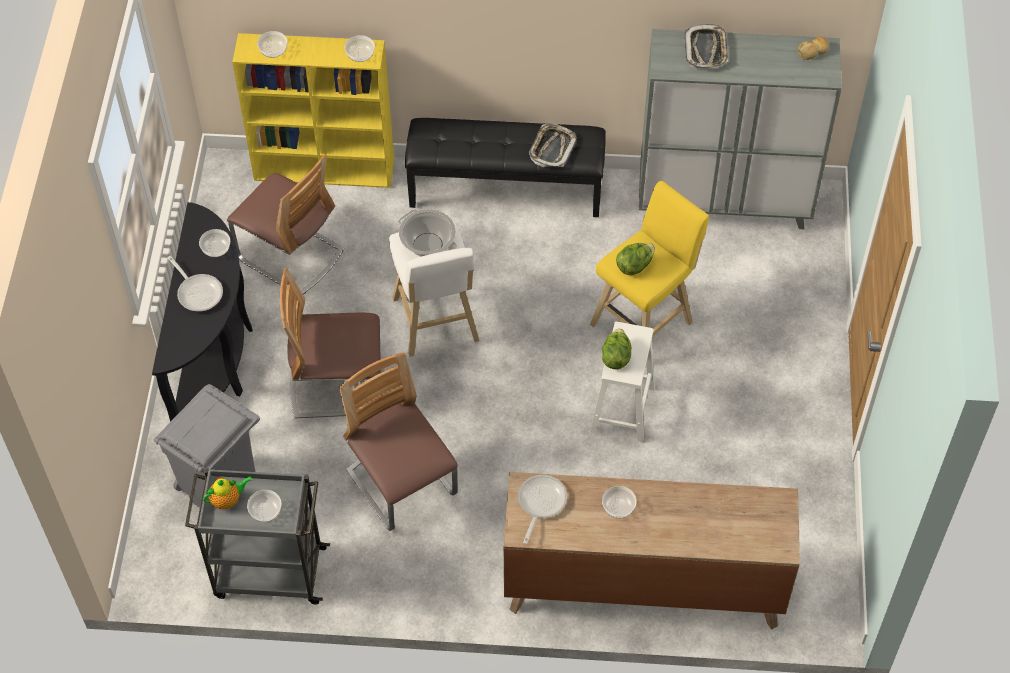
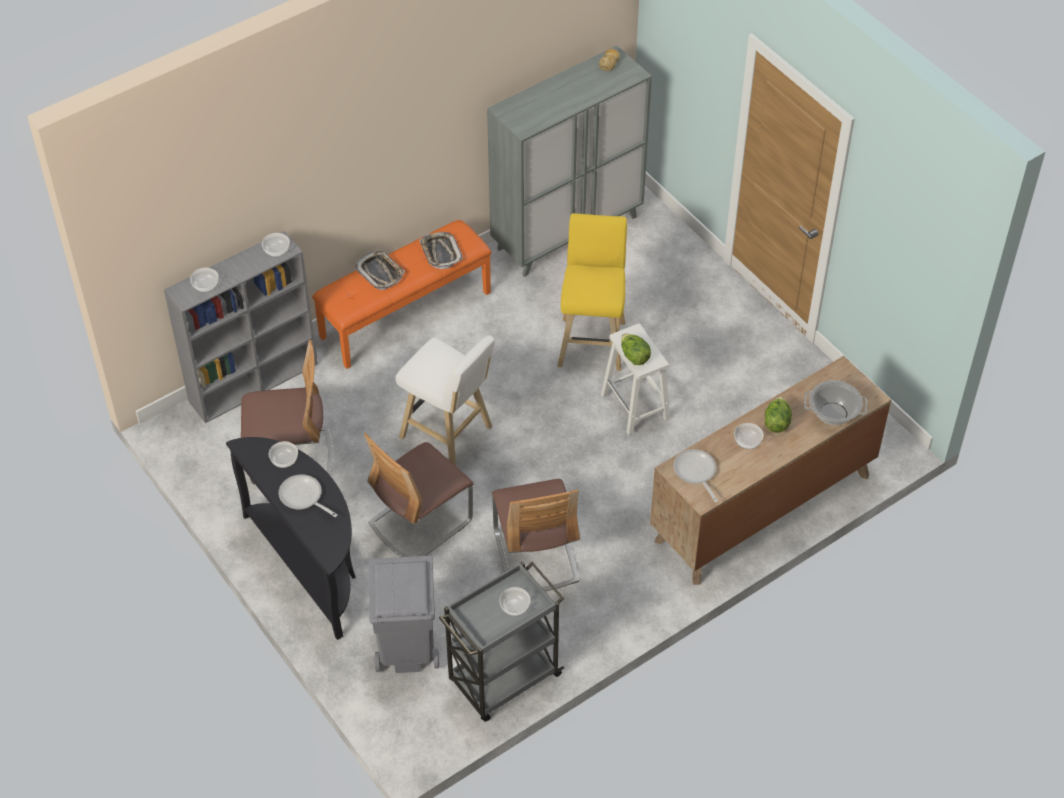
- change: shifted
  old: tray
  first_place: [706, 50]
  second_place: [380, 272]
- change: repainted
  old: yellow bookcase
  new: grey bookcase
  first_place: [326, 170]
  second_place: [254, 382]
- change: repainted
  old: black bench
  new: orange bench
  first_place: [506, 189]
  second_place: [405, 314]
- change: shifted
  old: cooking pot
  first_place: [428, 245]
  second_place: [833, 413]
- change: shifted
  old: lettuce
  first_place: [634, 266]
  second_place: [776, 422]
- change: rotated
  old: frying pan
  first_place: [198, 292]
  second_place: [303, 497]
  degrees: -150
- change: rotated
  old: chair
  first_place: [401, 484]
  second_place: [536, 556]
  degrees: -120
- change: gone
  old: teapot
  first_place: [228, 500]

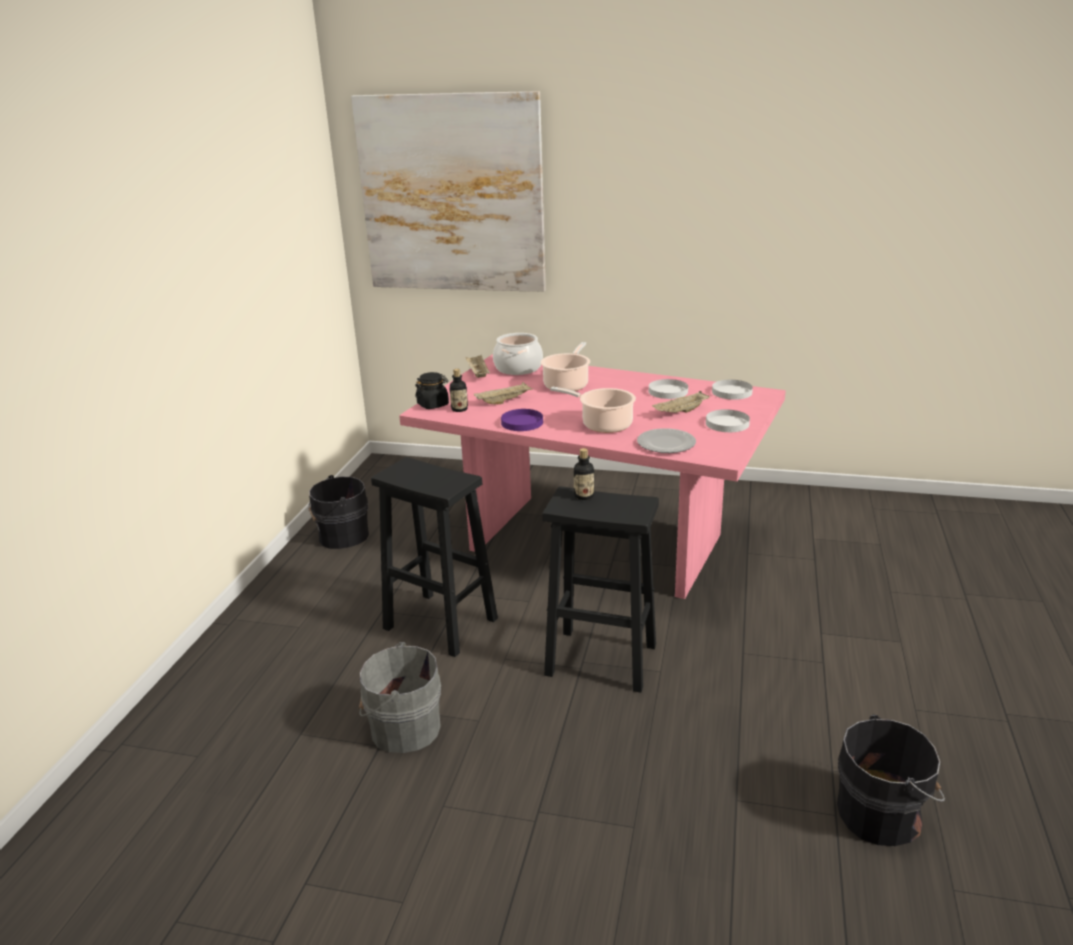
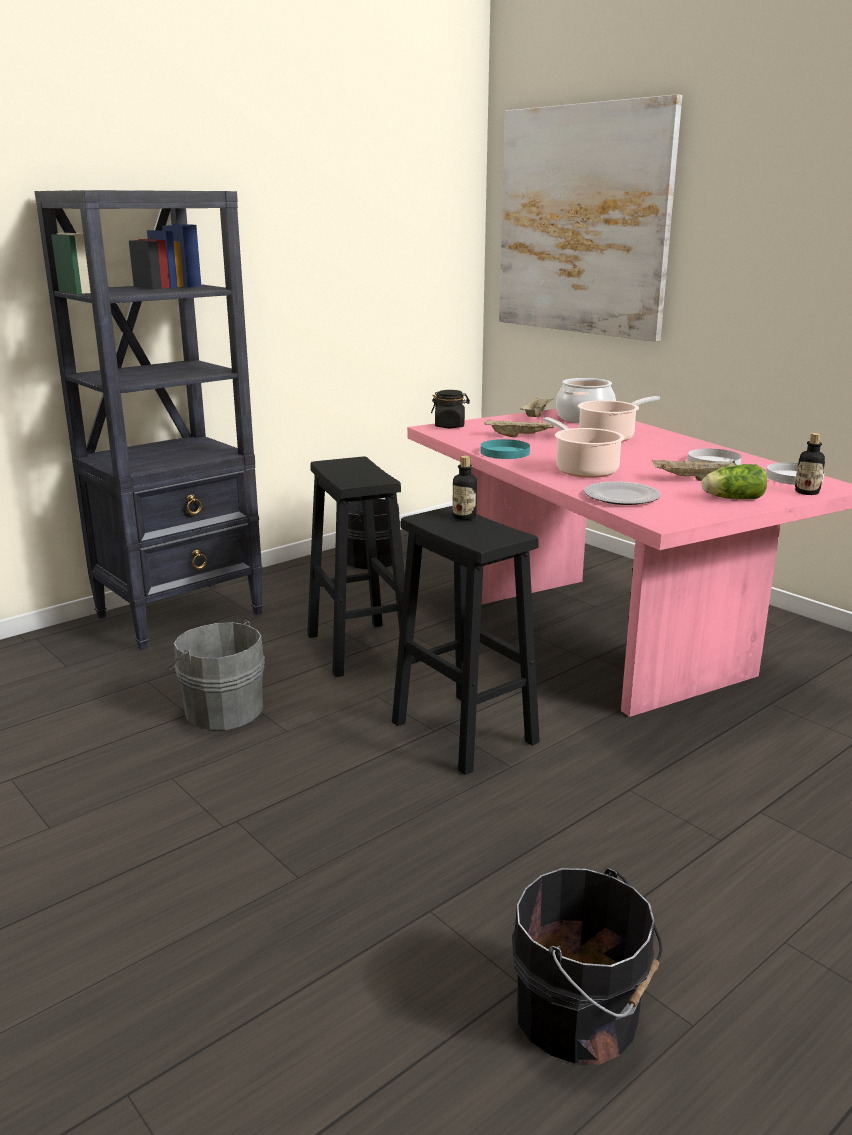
- change: shifted
  old: bottle
  first_place: [459, 409]
  second_place: [806, 492]
- change: repainted
  old: purple plate
  new: turquoise plate
  first_place: [522, 422]
  second_place: [505, 452]
- change: swapped
  old: white plate
  new: lettuce
  first_place: [727, 423]
  second_place: [731, 498]
- change: new
  new: black bookcase
  second_place: [181, 614]

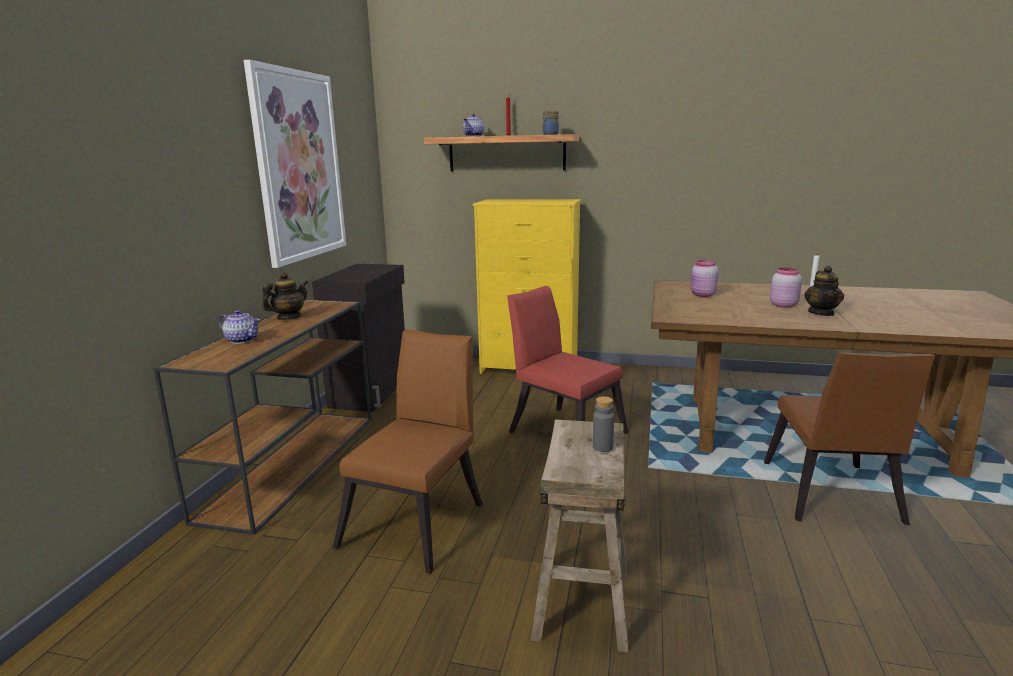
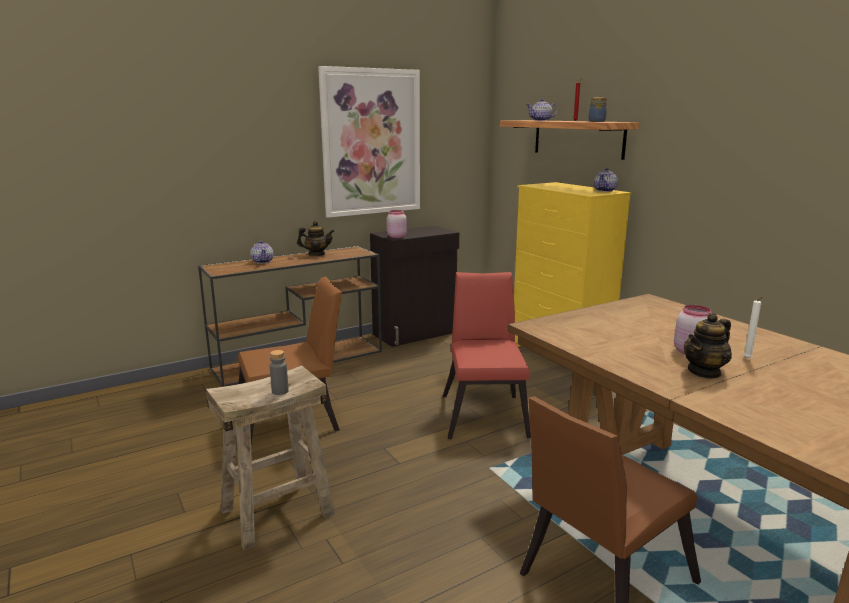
- change: shifted
  old: pink jar
  first_place: [702, 295]
  second_place: [396, 237]
- change: new
  new: teapot
  second_place: [605, 190]

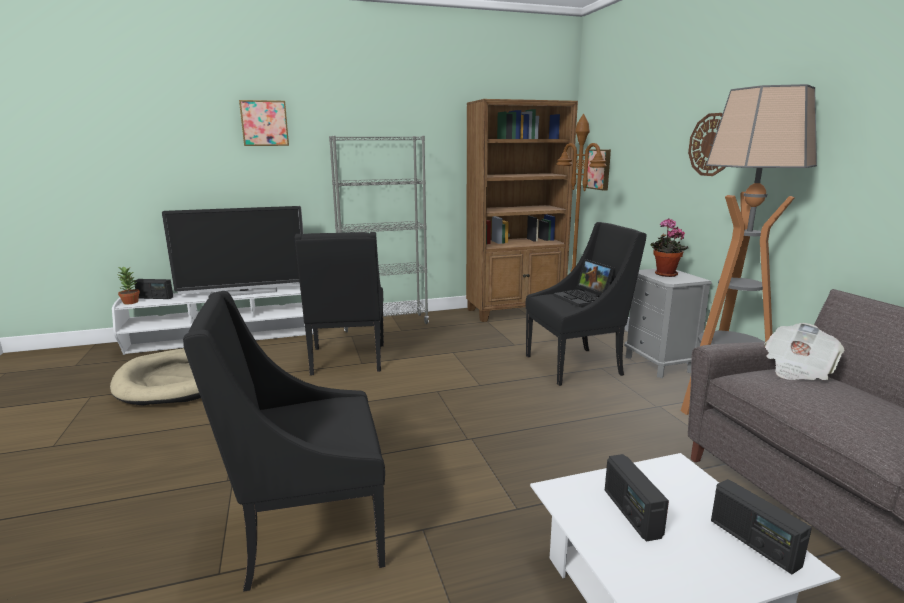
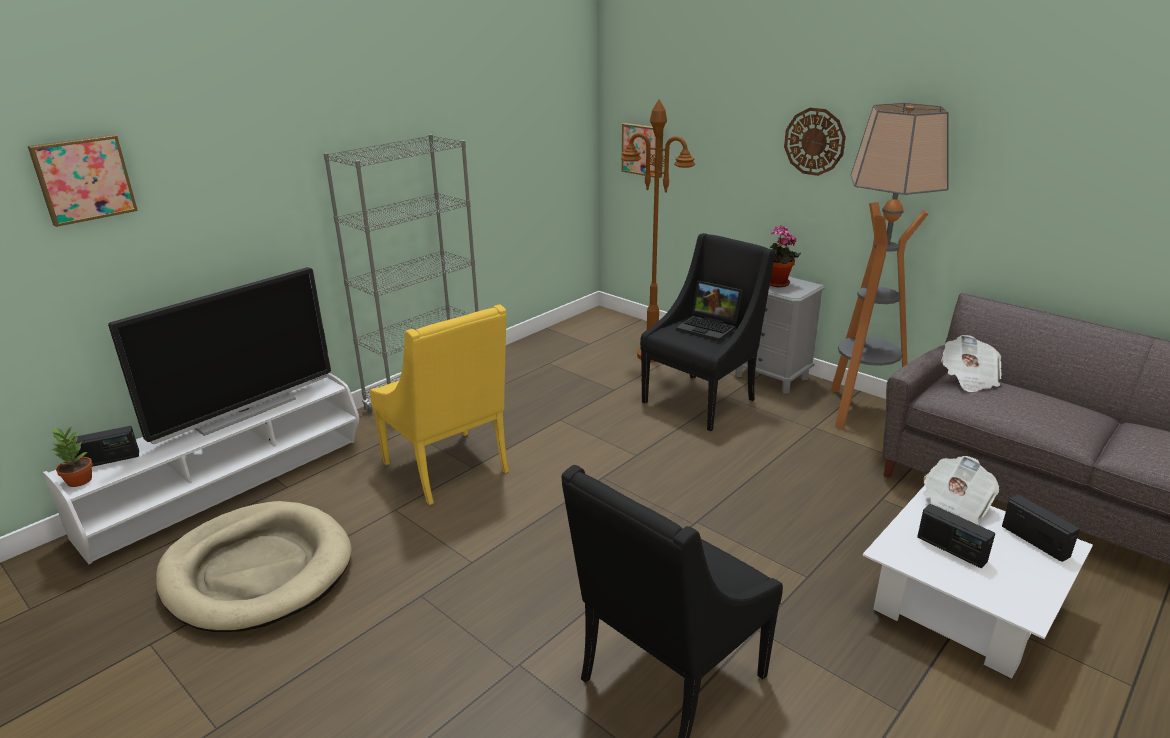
- change: gone
  old: brown bookcase
  first_place: [515, 311]
- change: shifted
  old: picture
  first_place: [264, 123]
  second_place: [83, 179]
- change: repainted
  old: black armchair
  new: yellow armchair
  first_place: [347, 360]
  second_place: [449, 469]
- change: rotated
  old: radio
  first_place: [753, 543]
  second_place: [1035, 541]
  degrees: -150
- change: new
  new: newspaper
  second_place: [953, 506]

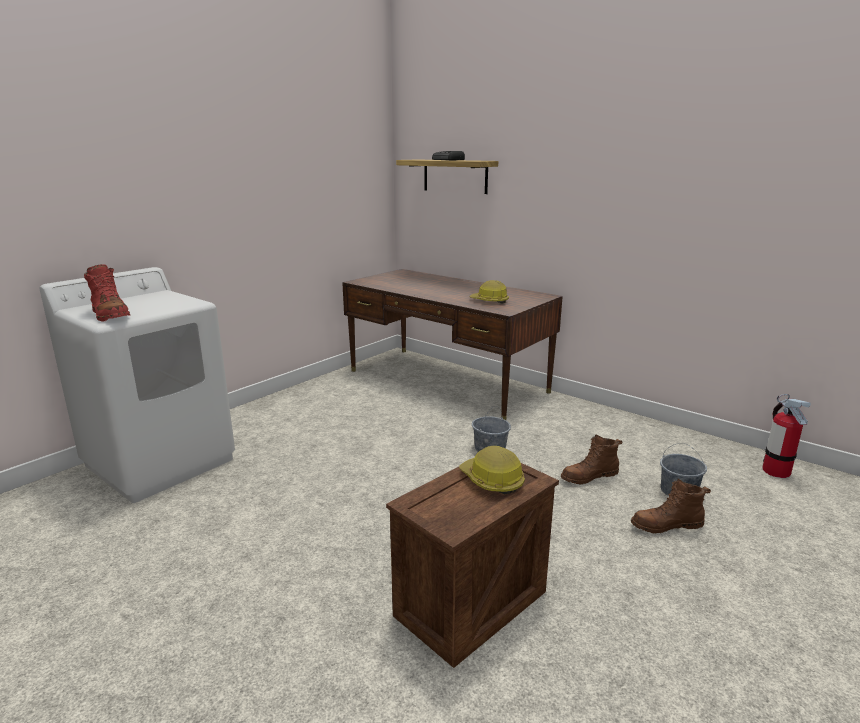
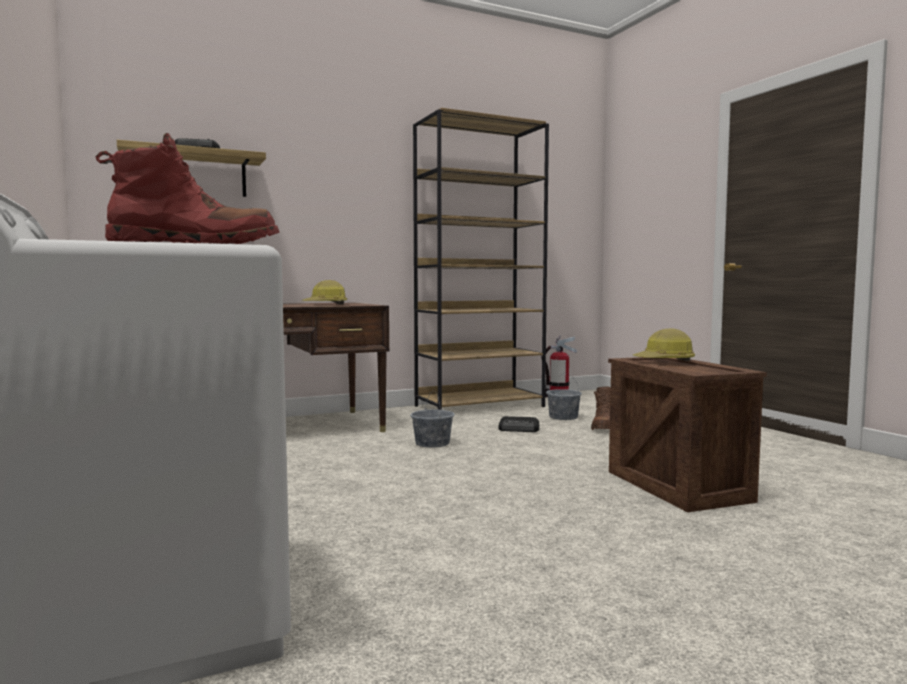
- change: swapped
  old: brown boot
  new: radio
  first_place: [589, 476]
  second_place: [519, 429]
- change: new
  new: brown bookcase
  second_place: [480, 406]

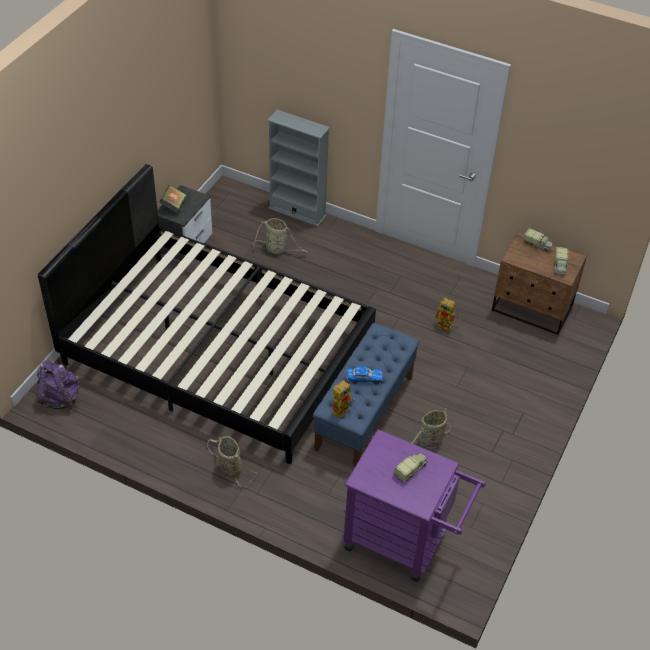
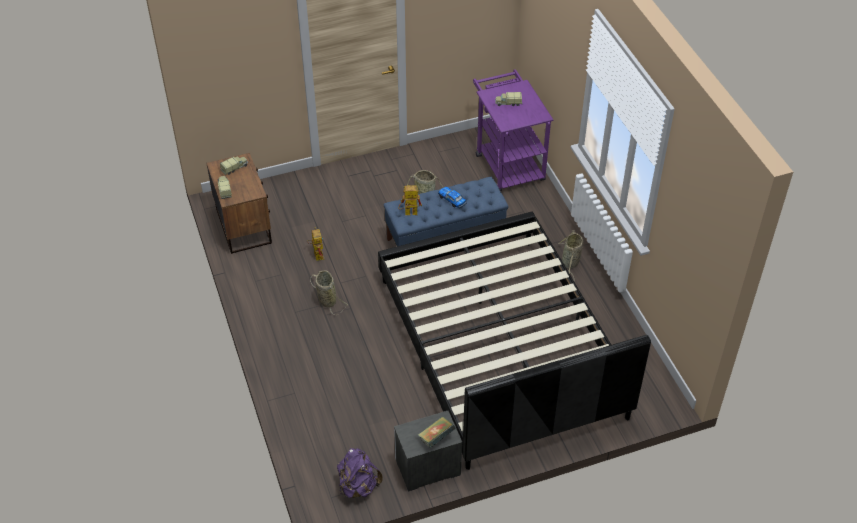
- change: gone
  old: grey bookcase
  first_place: [297, 212]
- change: shifted
  old: basket
  first_place: [277, 249]
  second_place: [326, 299]
- change: shifted
  old: purple backpack
  first_place: [60, 398]
  second_place: [358, 486]
- change: shifted
  old: toy robot
  first_place: [342, 408]
  second_place: [408, 213]

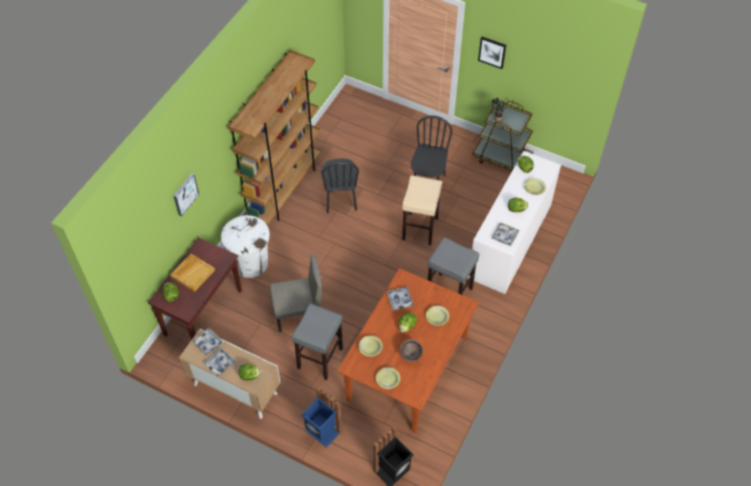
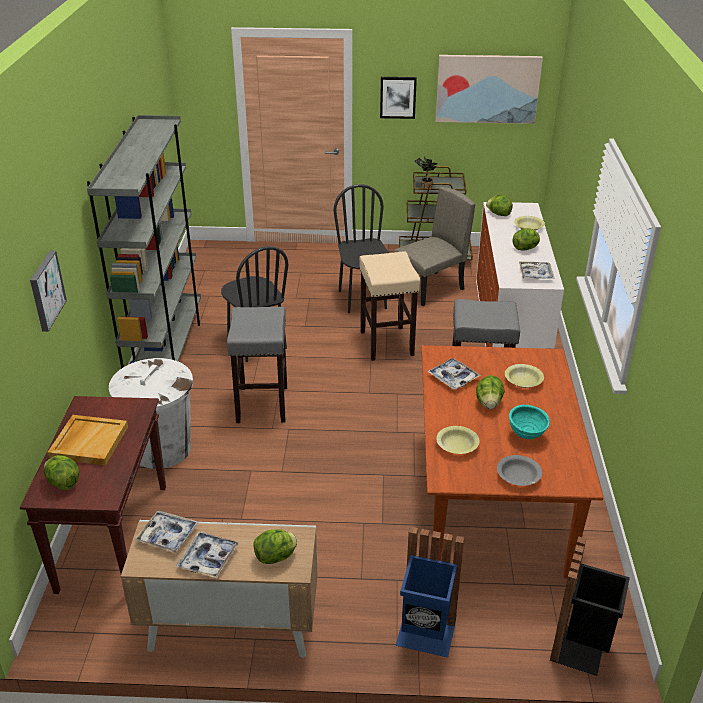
- change: repainted
  old: brown bookcase
  new: grey bookcase
  first_place: [284, 189]
  second_place: [167, 354]
- change: shifted
  old: beige chair
  first_place: [298, 314]
  second_place: [429, 289]
- change: shifted
  old: grey stool
  first_place: [320, 358]
  second_place: [262, 404]
- change: repainted
  old: brown bowl
  new: turquoise bowl
  first_place: [411, 356]
  second_place: [526, 435]
- change: repainted
  old: yellow bowl
  new: grey bowl
  first_place: [387, 380]
  second_place: [518, 476]
- change: new
  new: picture
  second_place: [487, 88]

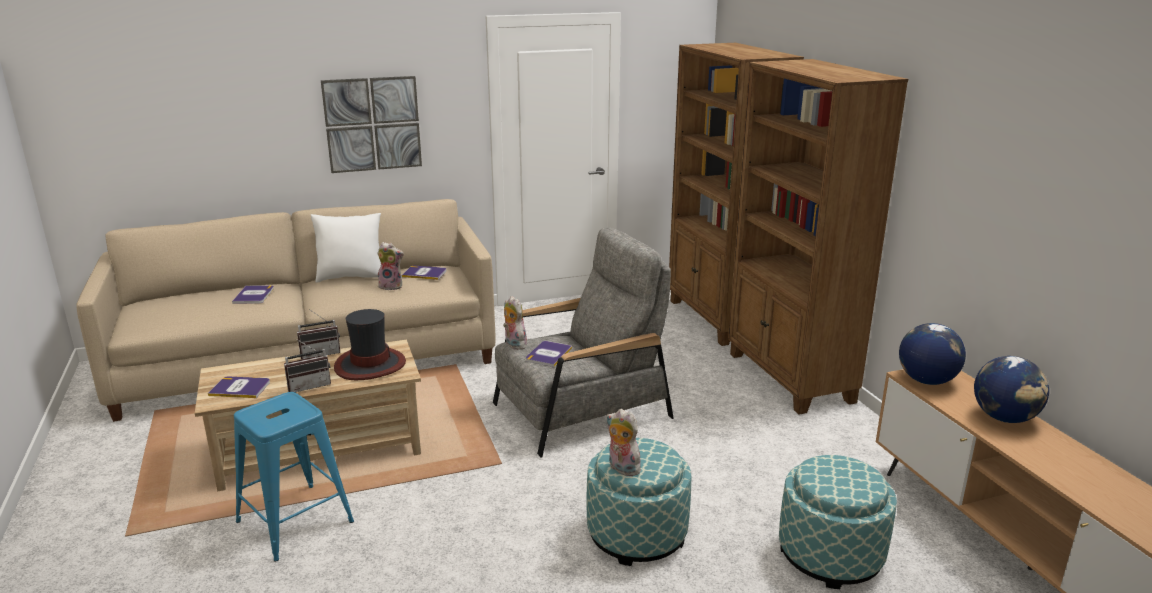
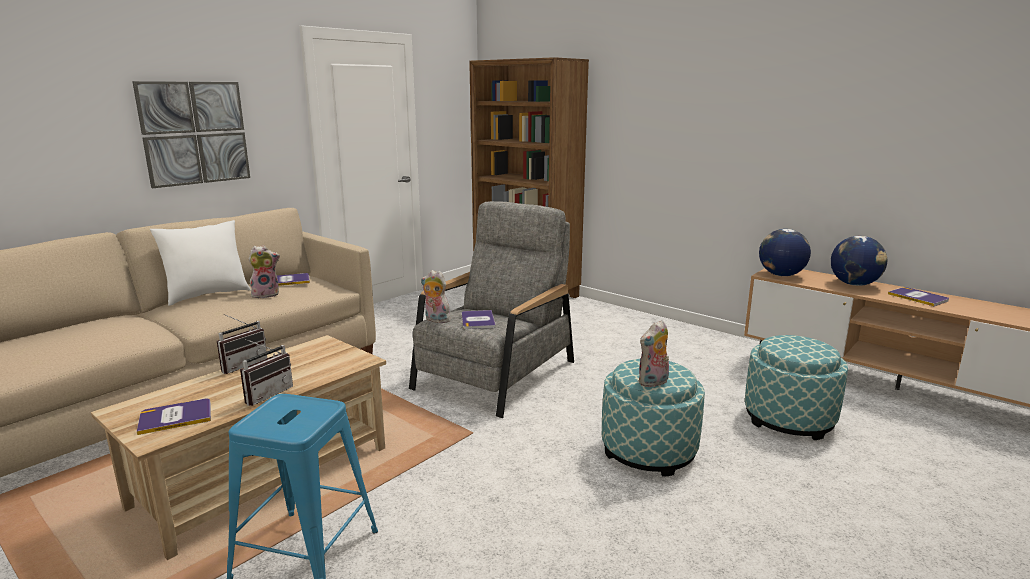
- change: gone
  old: brown bookcase
  first_place: [789, 378]
- change: shifted
  old: book
  first_place: [254, 295]
  second_place: [918, 297]
- change: gone
  old: hat
  first_place: [369, 365]
- change: rotated
  old: plush toy
  first_place: [621, 468]
  second_place: [653, 383]
  degrees: -45

